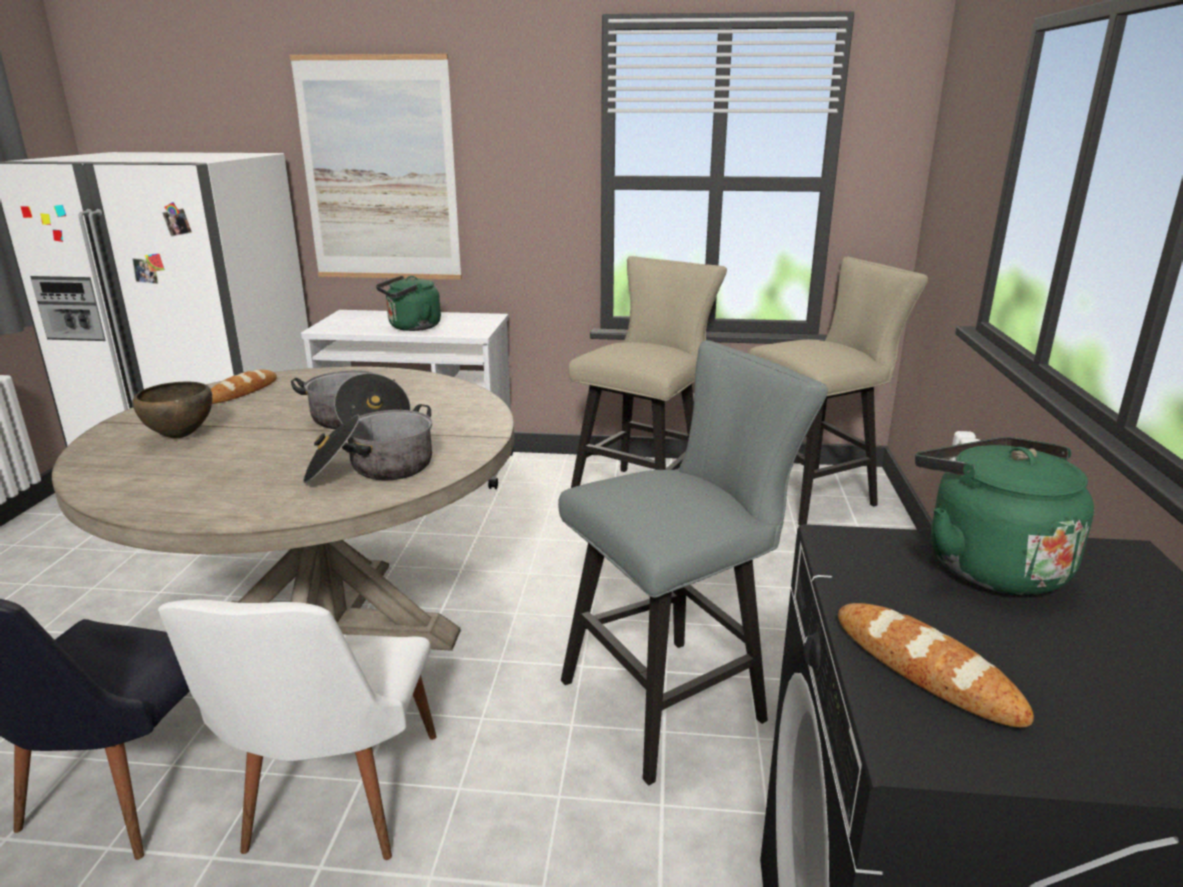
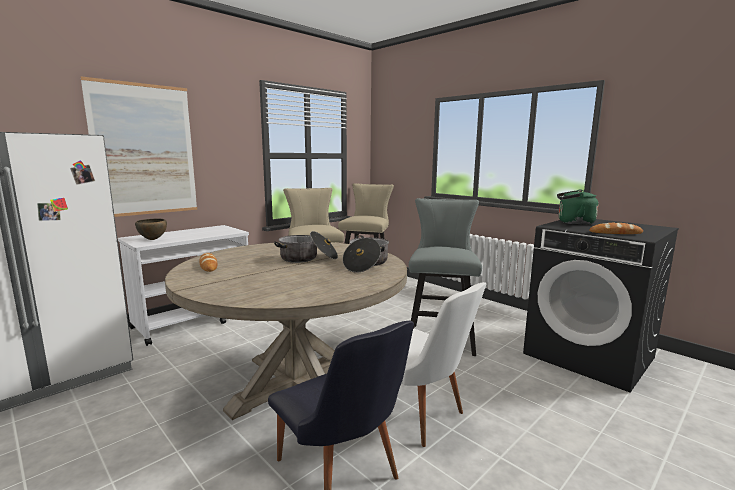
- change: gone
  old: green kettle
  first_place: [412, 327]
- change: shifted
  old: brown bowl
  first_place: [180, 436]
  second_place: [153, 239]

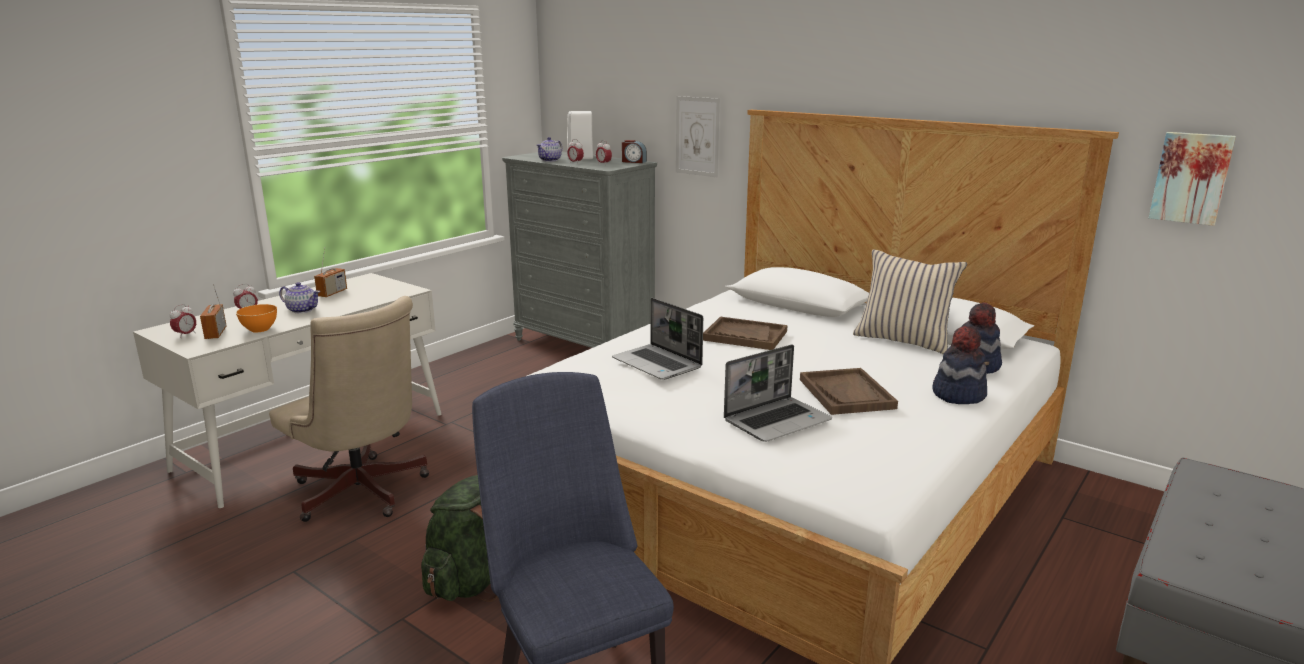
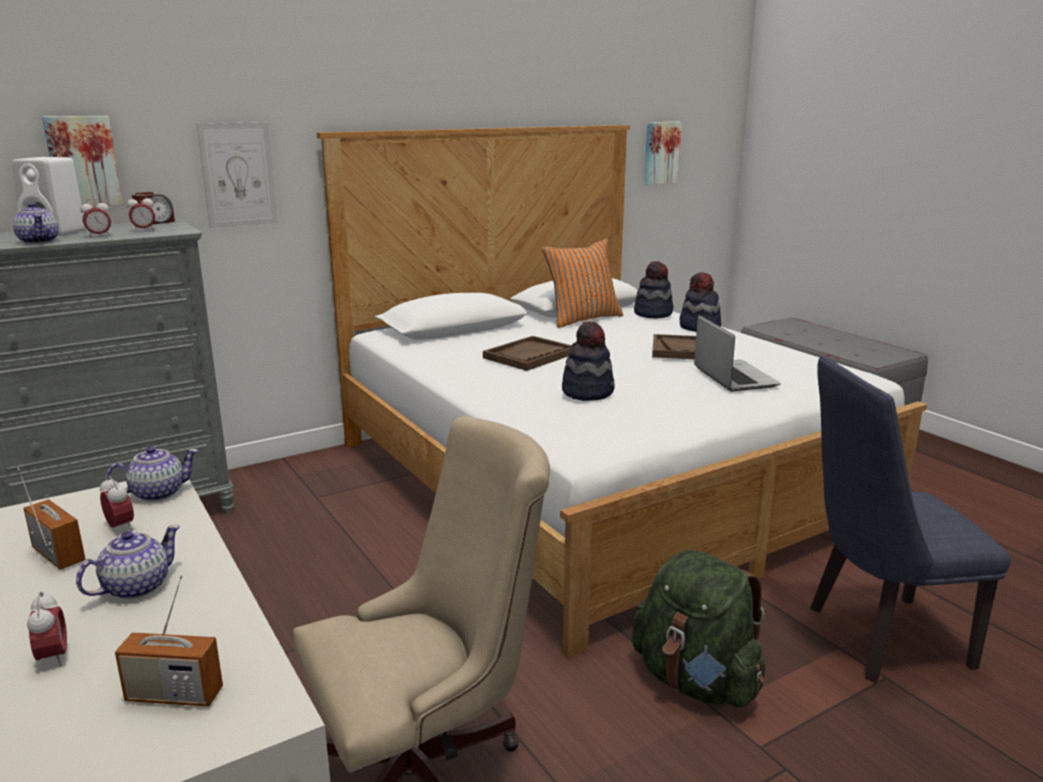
- change: repainted
  old: beige pillow
  new: orange pillow
  first_place: [903, 340]
  second_place: [582, 319]
- change: swapped
  old: laptop
  new: hat
  first_place: [658, 364]
  second_place: [588, 392]
- change: shifted
  old: alarm clock
  first_place: [185, 335]
  second_place: [120, 527]
- change: gone
  old: orange bowl
  first_place: [260, 329]
- change: new
  new: picture
  second_place: [83, 161]
- change: new
  new: teapot
  second_place: [157, 493]

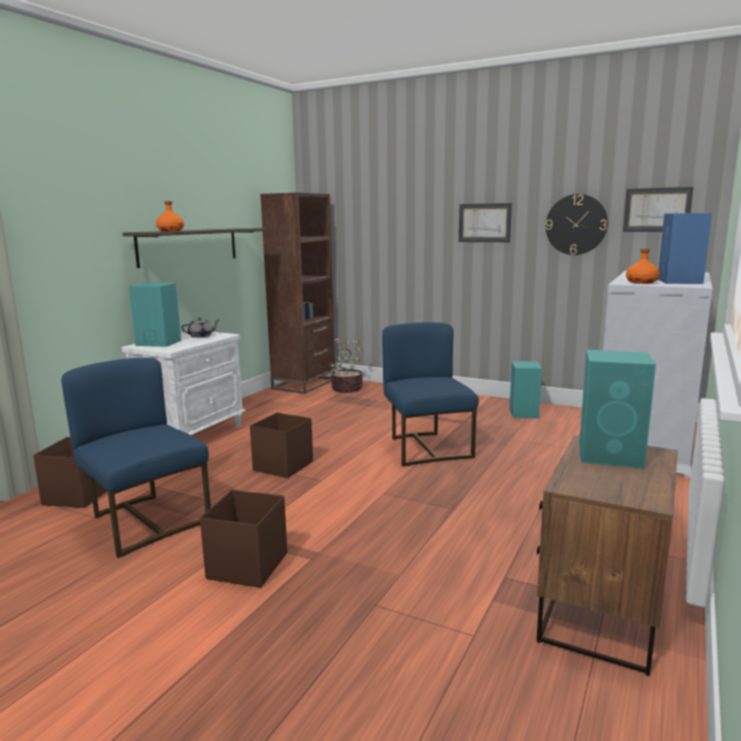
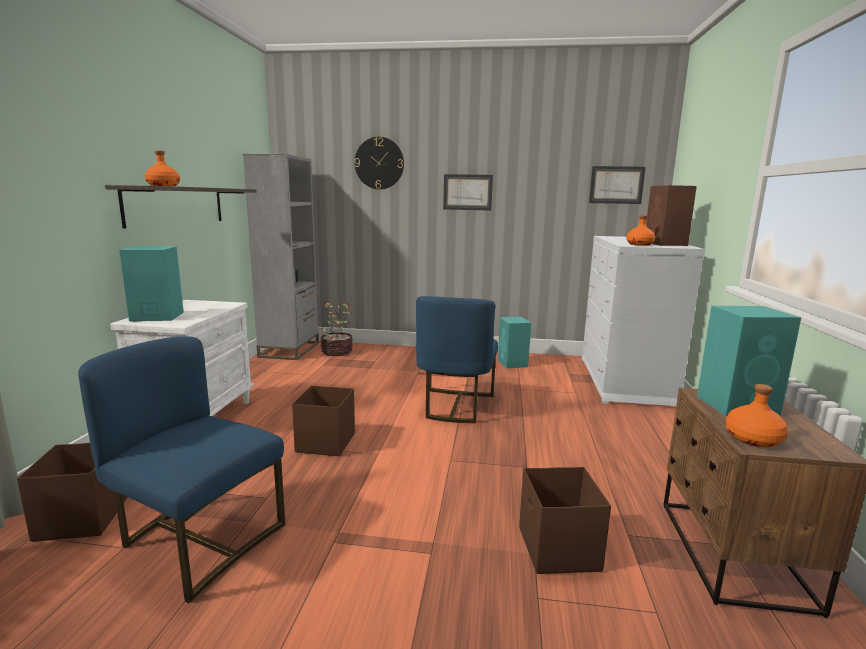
- change: repainted
  old: brown bookcase
  new: grey bookcase
  first_place: [304, 384]
  second_place: [290, 350]
- change: shifted
  old: wall clock
  first_place: [576, 224]
  second_place: [379, 163]
- change: repainted
  old: blue speaker
  new: brown speaker
  first_place: [679, 282]
  second_place: [665, 244]
- change: gone
  old: grey teapot
  first_place: [201, 336]
- change: rotated
  old: blue chair
  first_place: [426, 448]
  second_place: [455, 406]
  degrees: -135
- change: shifted
  old: brown storage box
  first_place: [246, 567]
  second_place: [558, 550]
- change: new
  new: orange bottle
  second_place: [752, 438]

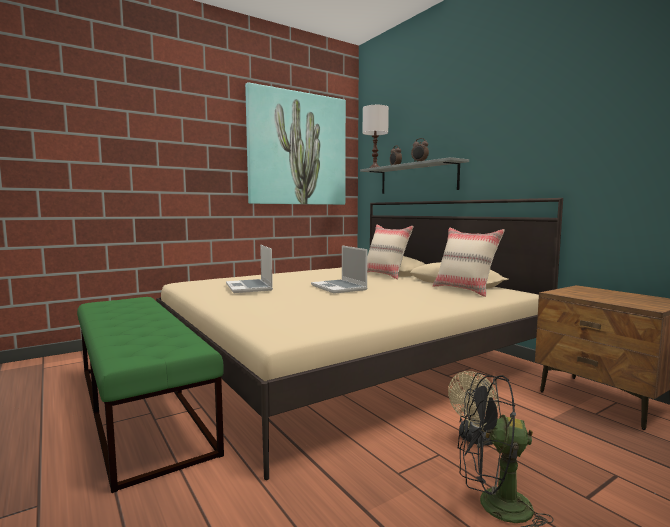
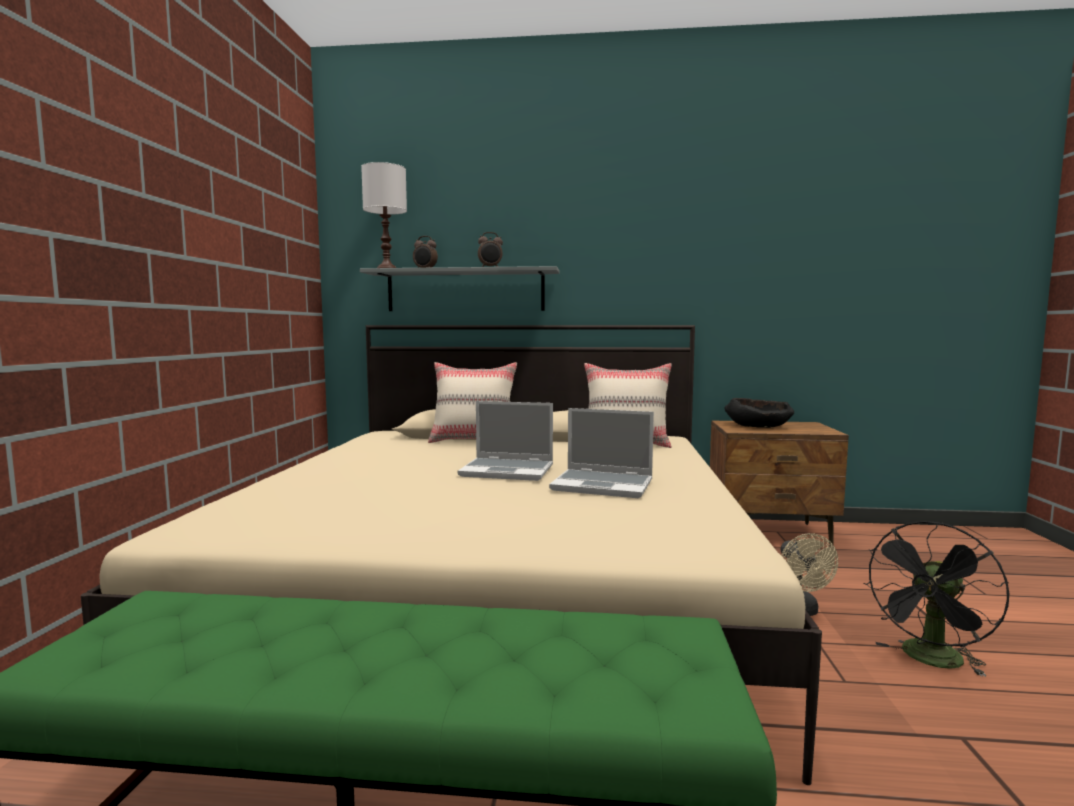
- change: gone
  old: picture
  first_place: [297, 149]
- change: shifted
  old: laptop
  first_place: [250, 287]
  second_place: [604, 485]
- change: new
  new: black bowl
  second_place: [758, 426]

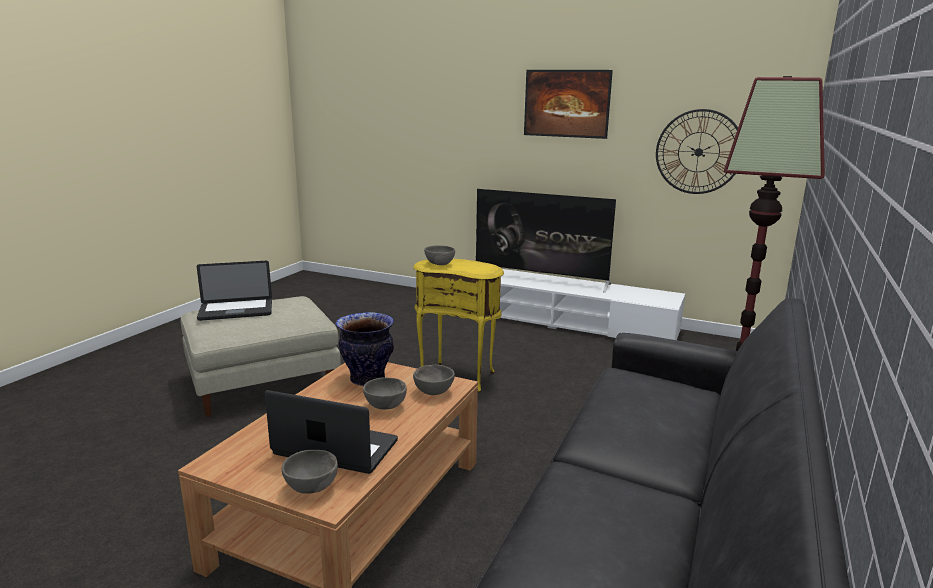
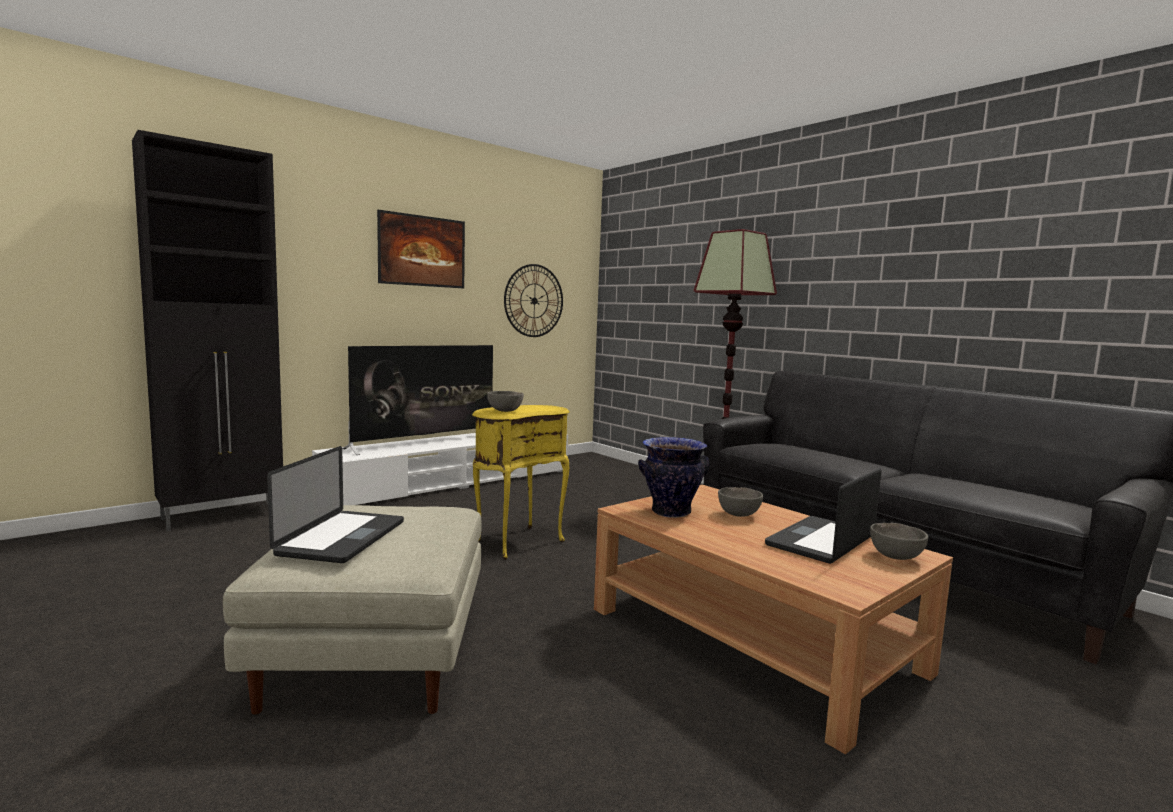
- change: gone
  old: grey bowl
  first_place: [434, 392]
- change: new
  new: black cabinet
  second_place: [224, 516]

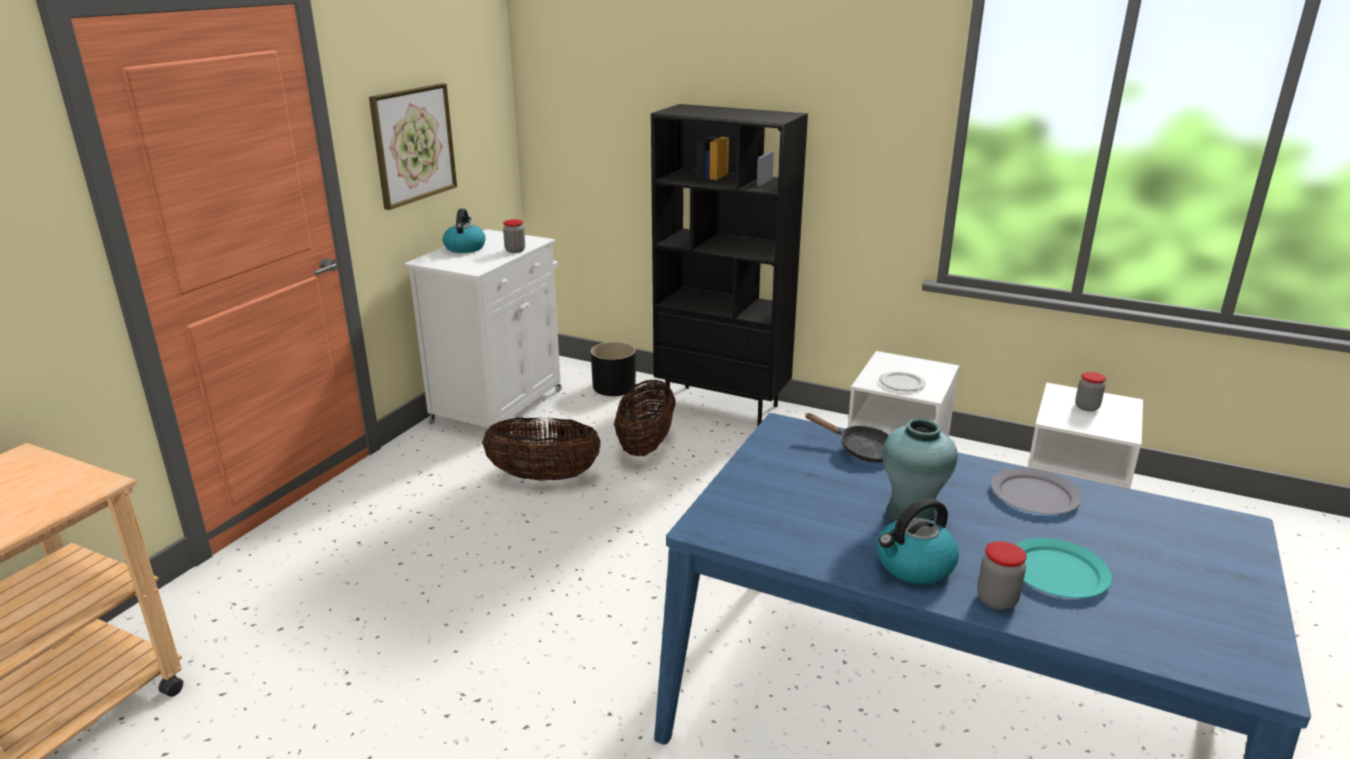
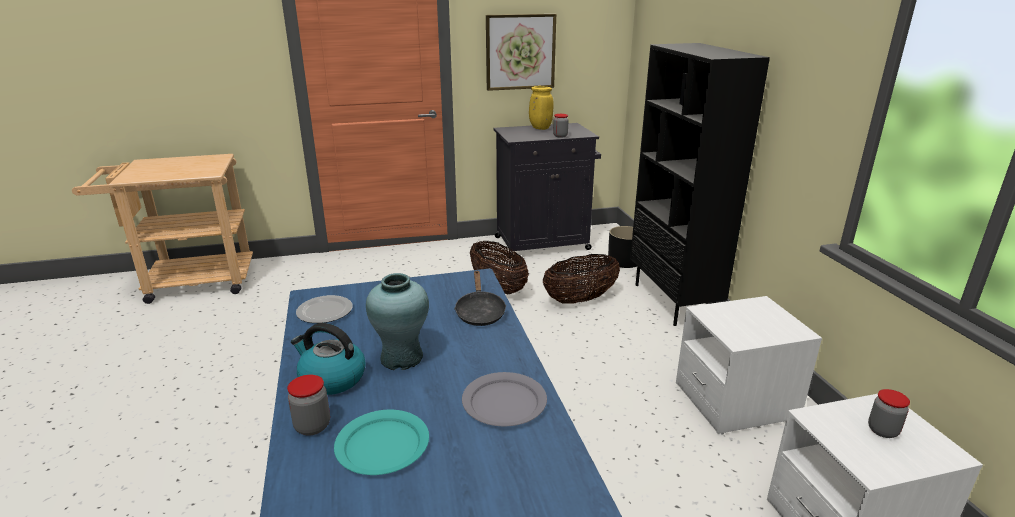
- change: swapped
  old: kettle
  new: yellow vase
  first_place: [465, 248]
  second_place: [539, 128]
- change: repainted
  old: white cabinet
  new: black cabinet
  first_place: [499, 405]
  second_place: [544, 243]
- change: shifted
  old: plate
  first_place: [903, 383]
  second_place: [324, 312]

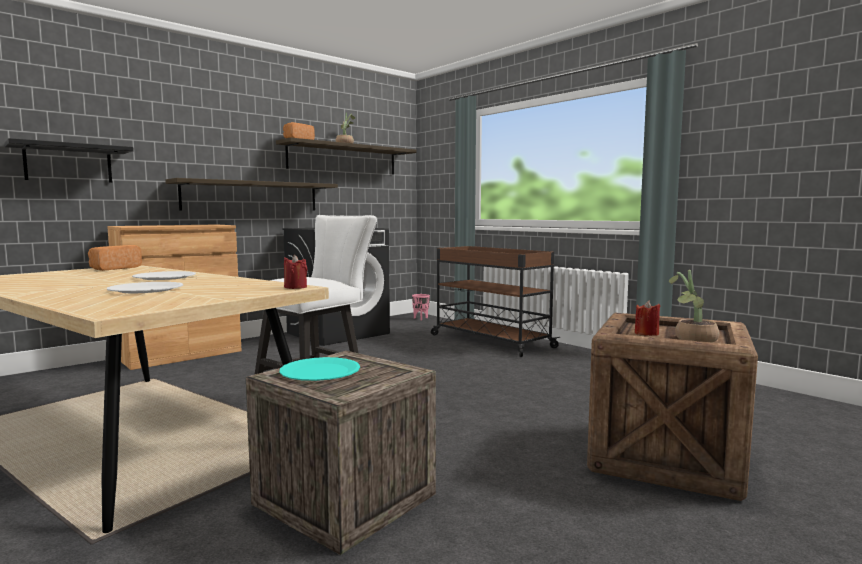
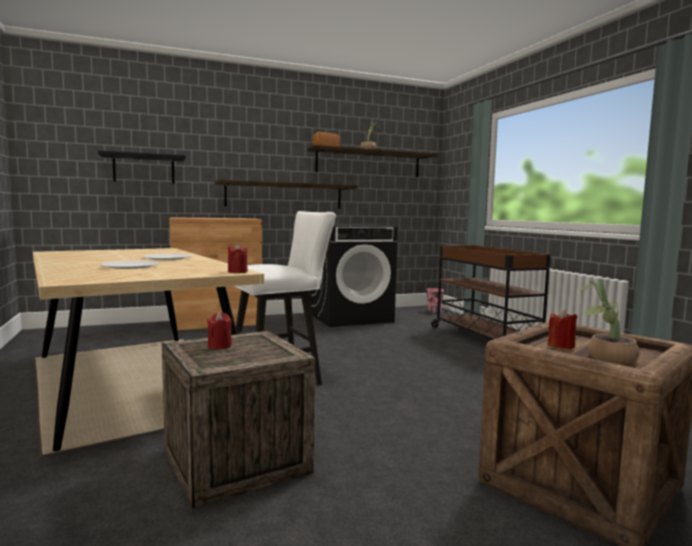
- change: gone
  old: bread
  first_place: [114, 268]
- change: swapped
  old: turquoise plate
  new: red candle
  first_place: [320, 372]
  second_place: [219, 346]

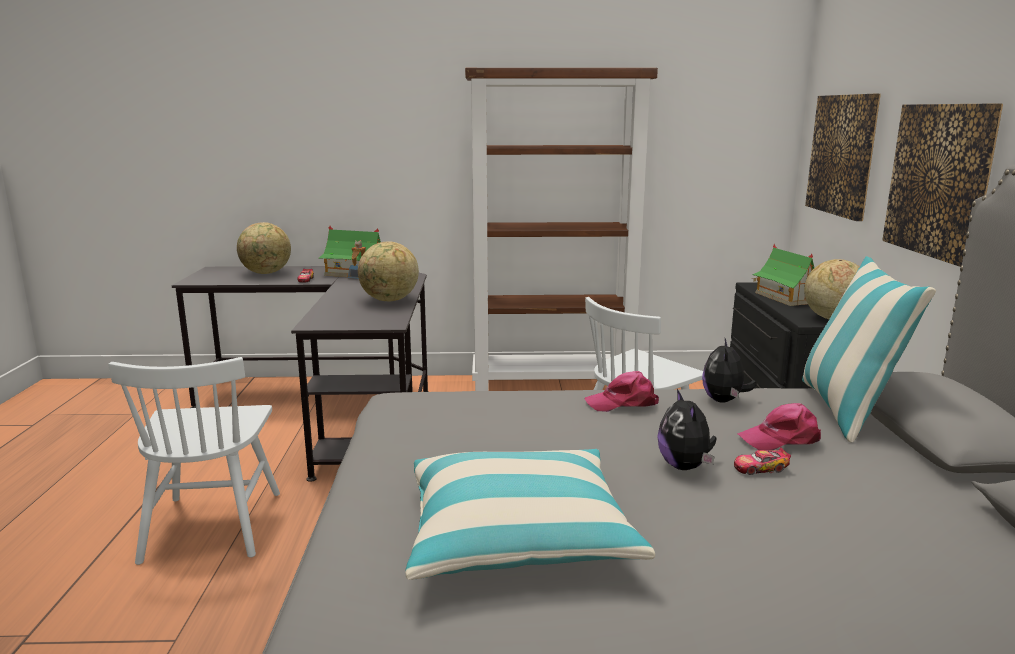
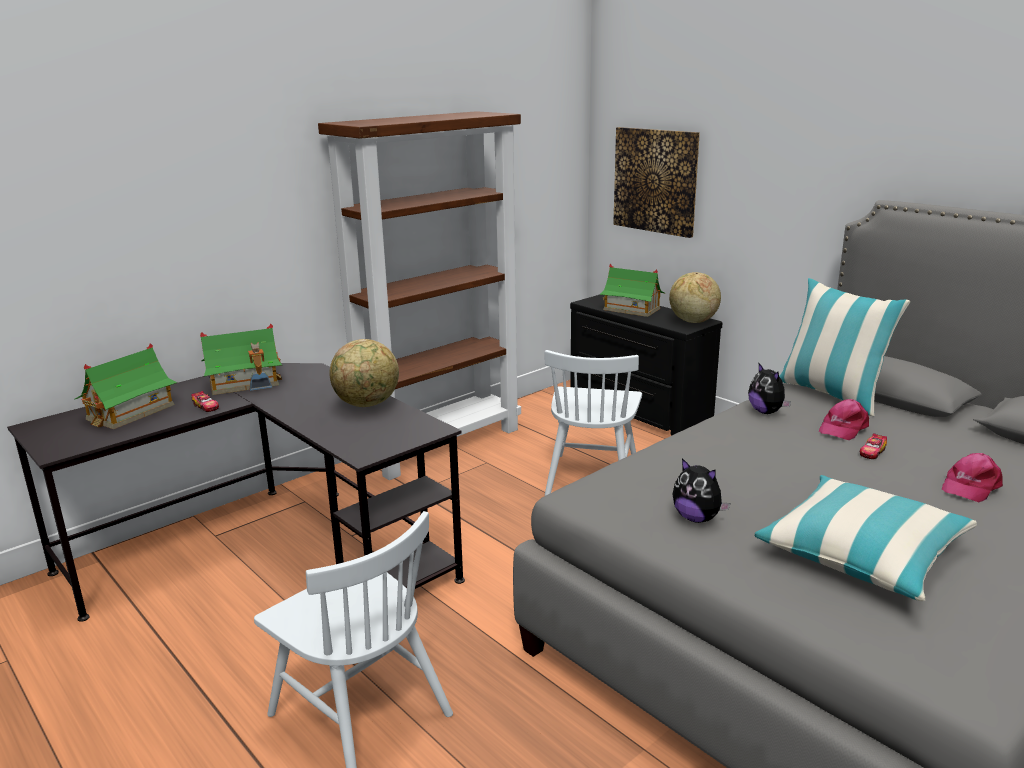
- change: gone
  old: picture
  first_place: [939, 180]
- change: swapped
  old: globe
  new: toy house
  first_place: [266, 273]
  second_place: [130, 412]
- change: shifted
  old: pink cap
  first_place: [623, 403]
  second_place: [970, 486]
- change: shifted
  old: plush toy
  first_place: [685, 466]
  second_place: [697, 518]

